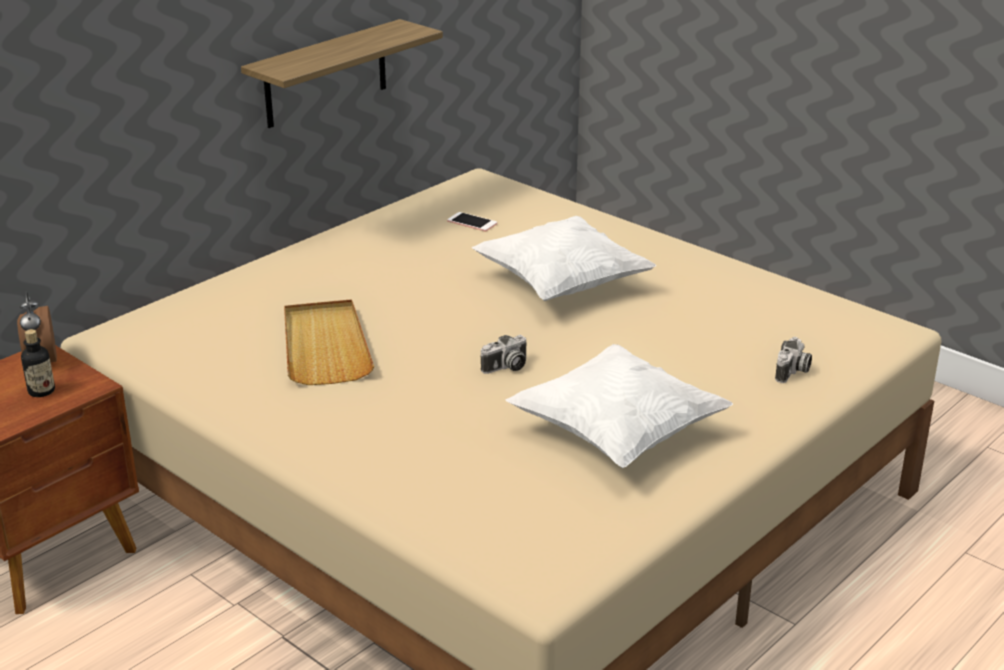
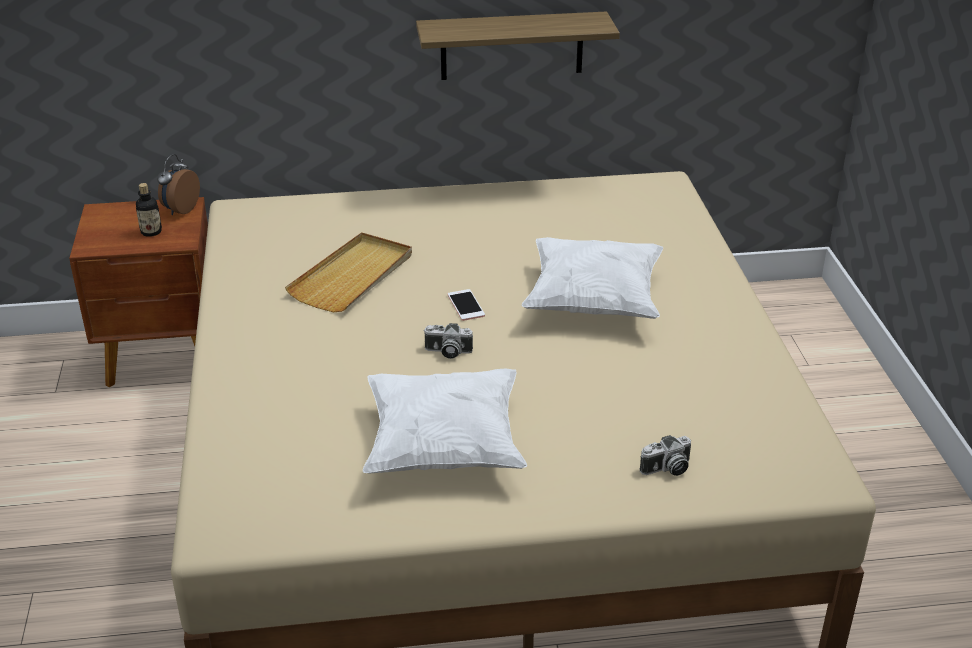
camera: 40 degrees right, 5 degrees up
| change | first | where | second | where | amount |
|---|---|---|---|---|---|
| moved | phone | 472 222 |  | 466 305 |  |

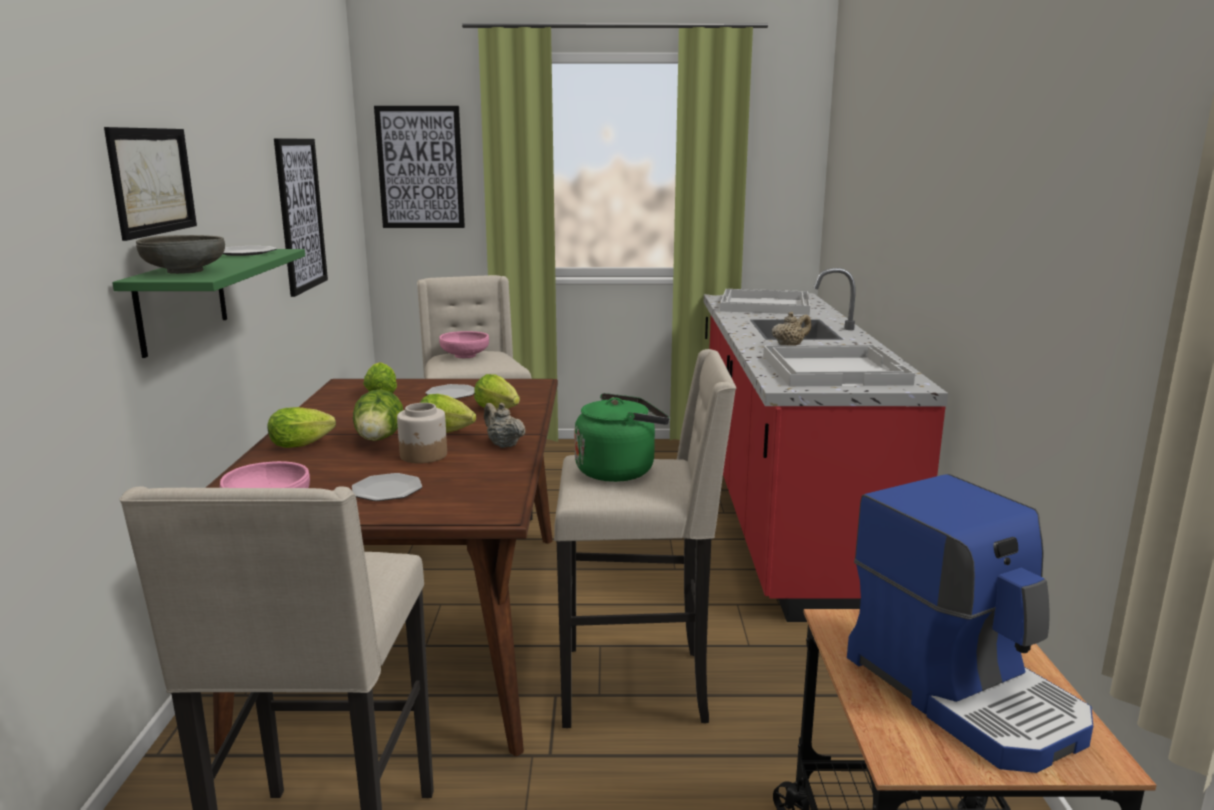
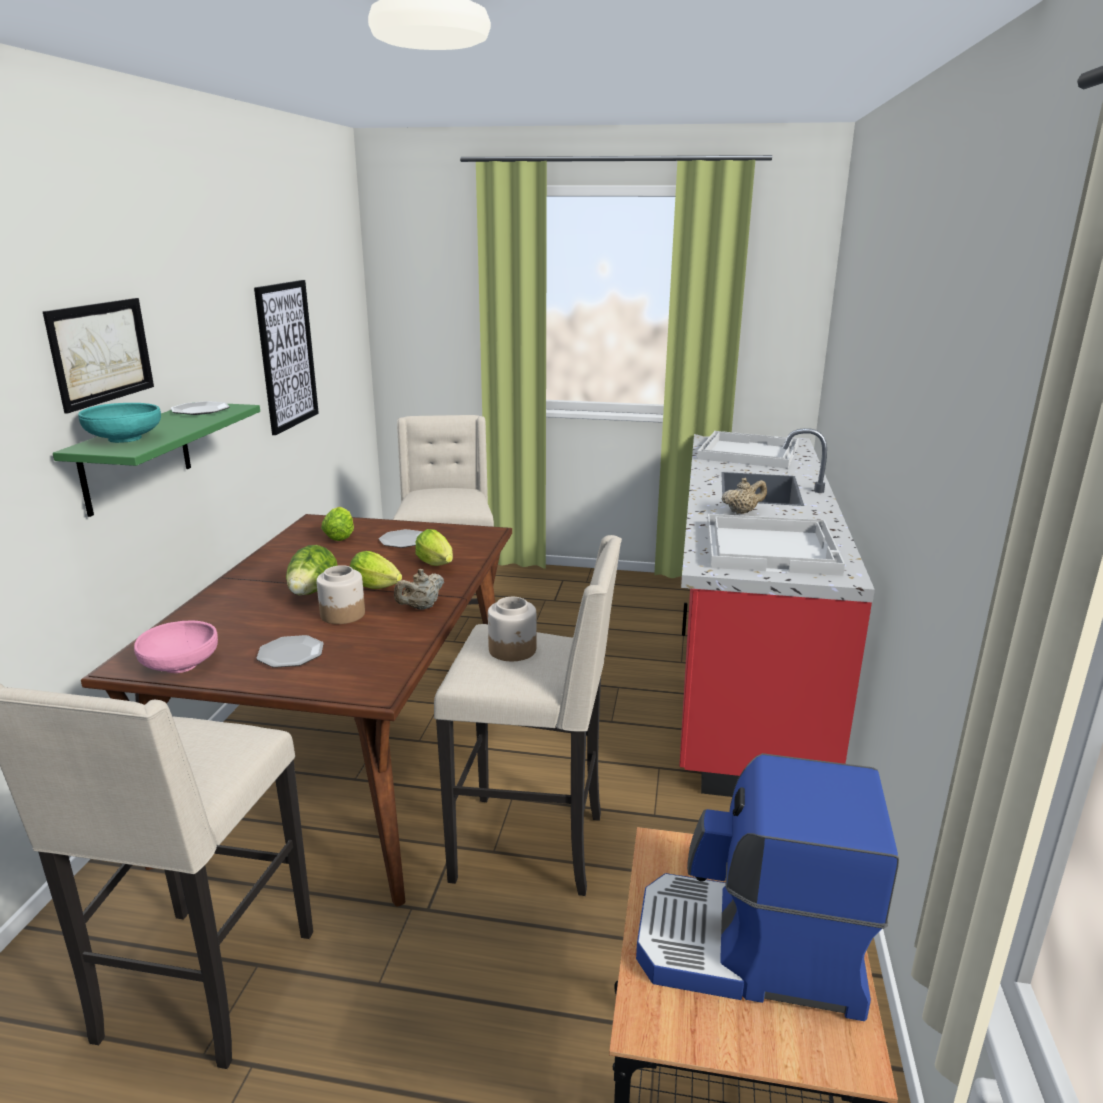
camera: 10 degrees right, 5 degrees up
| change | first | where | second | where | amount |
|---|---|---|---|---|---|
| removed | lettuce | 304 444 |  |  |  |
| removed | picture | 420 167 |  |  |  |
| removed | bowl in pink | 465 356 |  |  |  |
| replaced | kettle in green | 619 470 | jar | 513 650 |  |
| recoloured | bowl in grey | 184 271 | bowl in turquoise | 124 439 |  |
| turned | teapot in beige | 503 444 |  | 421 607 | 105 degrees counterclockwise |
| turned | coffee machine | 965 692 |  | 750 952 | 120 degrees clockwise |

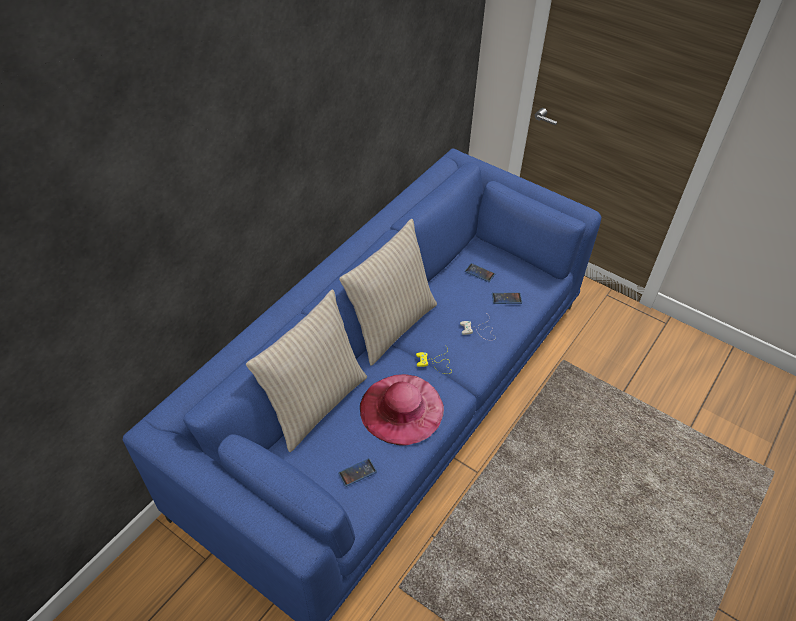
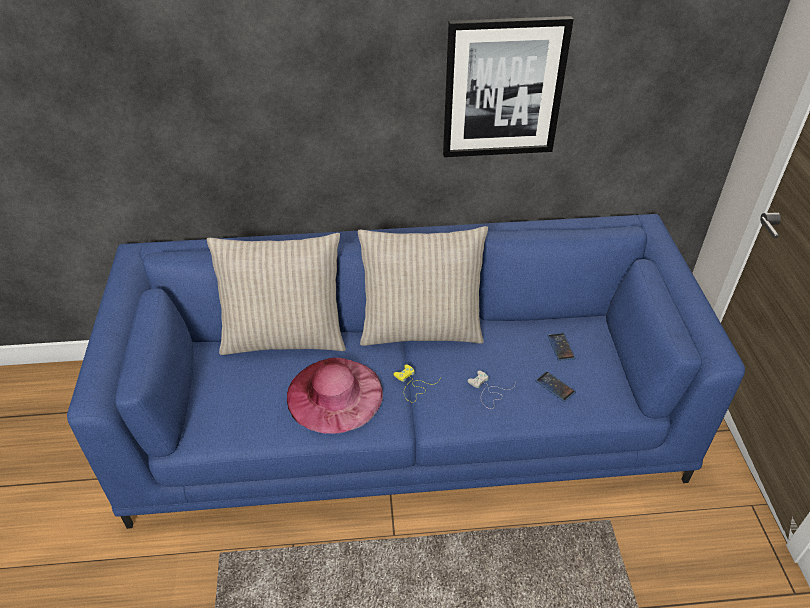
camera: 50 degrees right, 5 degrees down
| change | first | where | second | where | amount |
|---|---|---|---|---|---|
| removed | phone | 357 472 |  |  |  |
| added |  |  | picture | 503 89 |  |

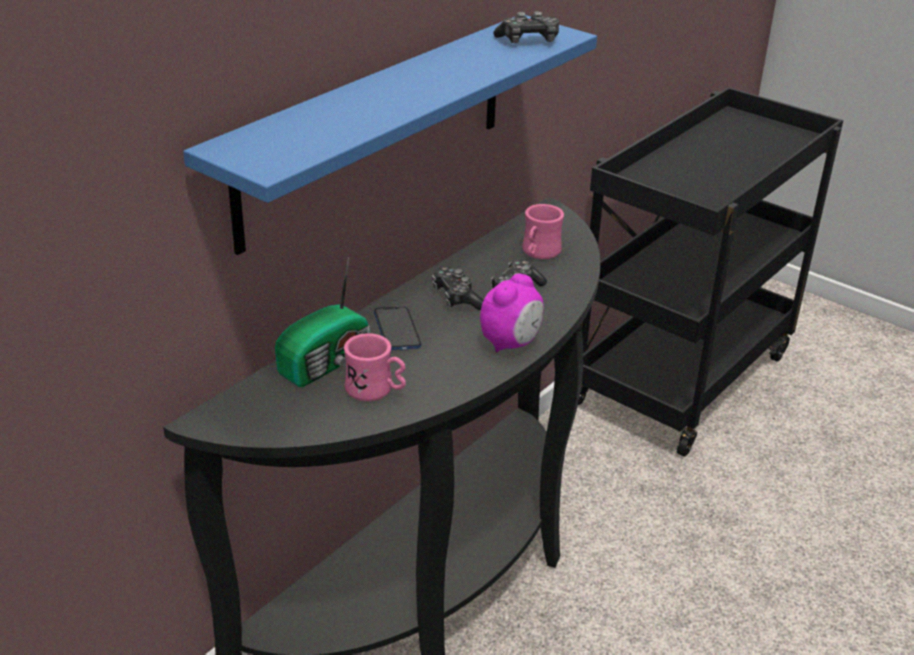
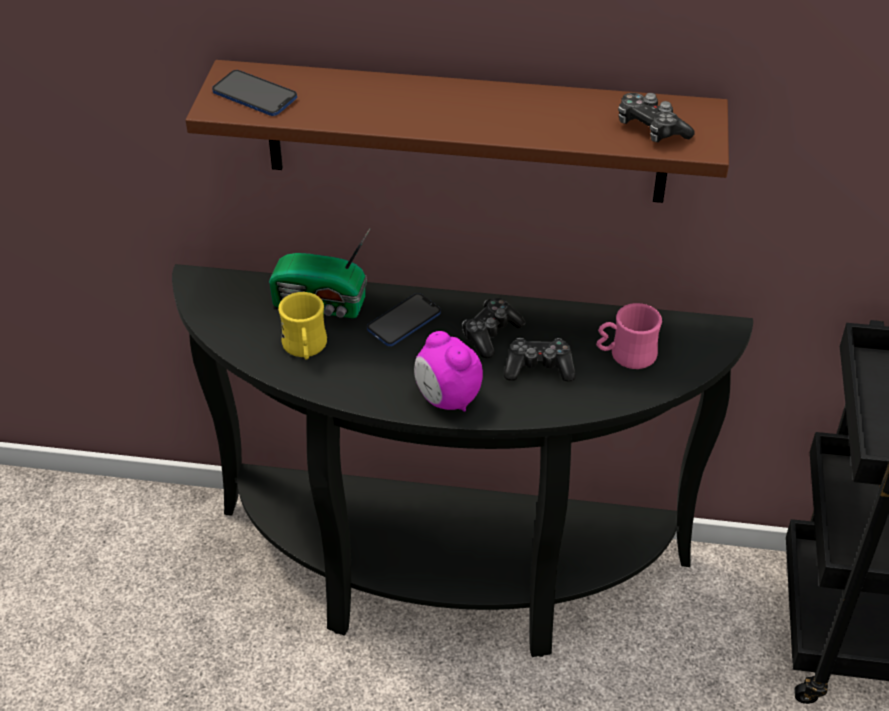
camera: 60 degrees right, 10 degrees up
| change | first | where | second | where | amount |
|---|---|---|---|---|---|
| added |  |  | phone | 254 95 |  |
| recoloured | shelf in blue | 376 129 | shelf in brown | 465 132 |  |
| recoloured | mug in pink | 376 391 | mug in yellow | 305 349 |  |
| turned | alarm clock | 511 343 |  | 447 399 | 45 degrees clockwise |

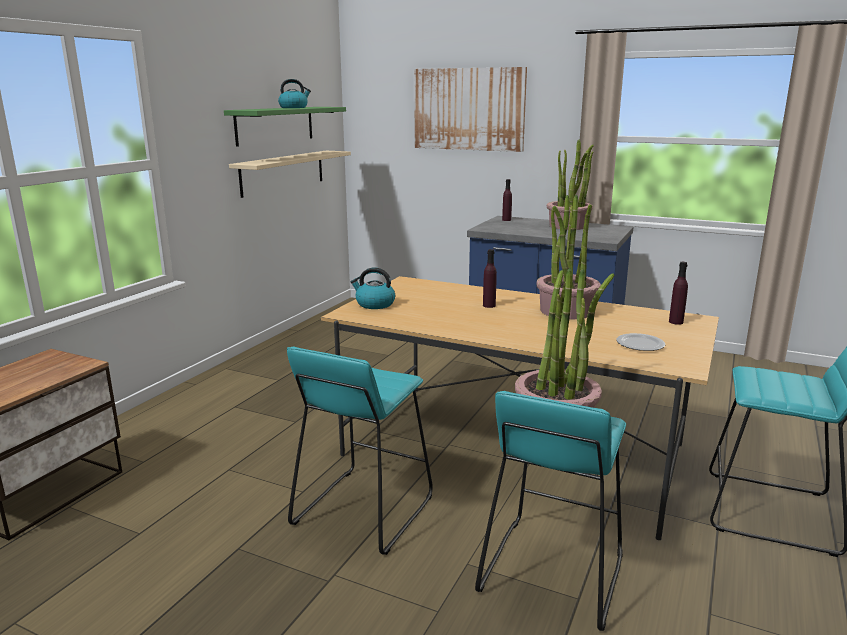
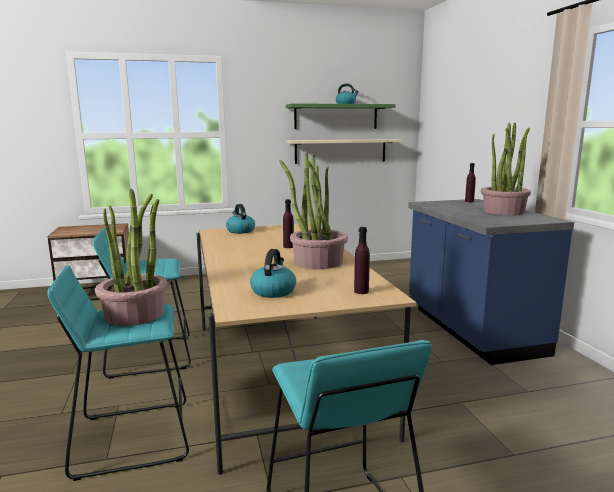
camera: 50 degrees right, 5 degrees down
| change | first | where | second | where | amount |
|---|---|---|---|---|---|
| removed | picture | 468 109 |  |  |  |
| replaced | plate | 640 344 | kettle | 273 291 |  |

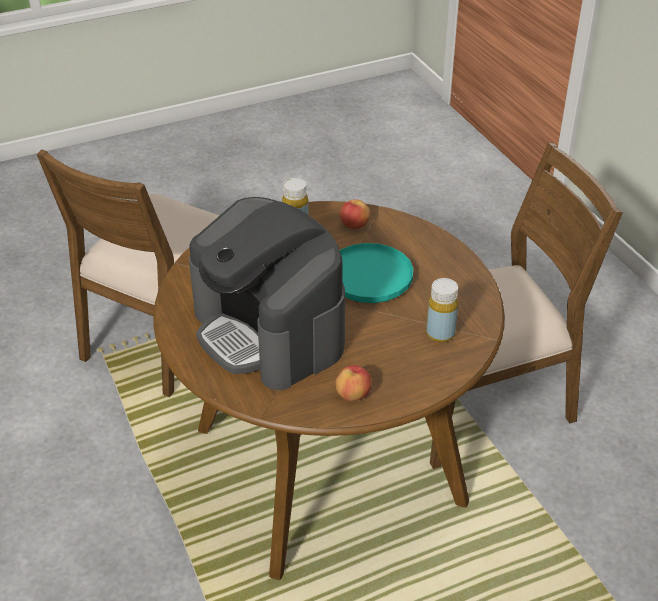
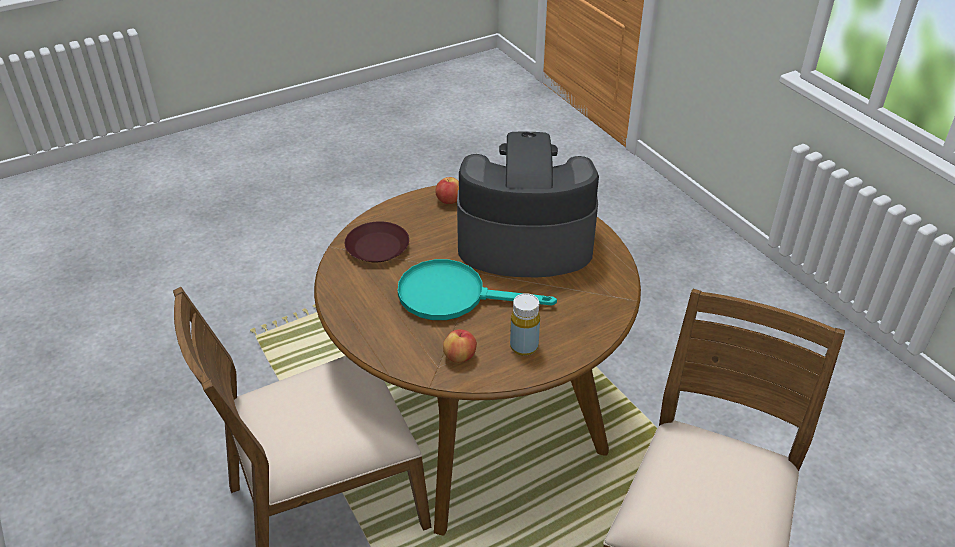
camera: 175 degrees right, 0 degrees up
| change | first | where | second | where | amount |
|---|---|---|---|---|---|
| replaced | bottle in yellow | 440 333 | plate in brown | 377 248 |  |
| turned | coffee machine | 270 332 |  | 524 241 | 45 degrees counterclockwise |

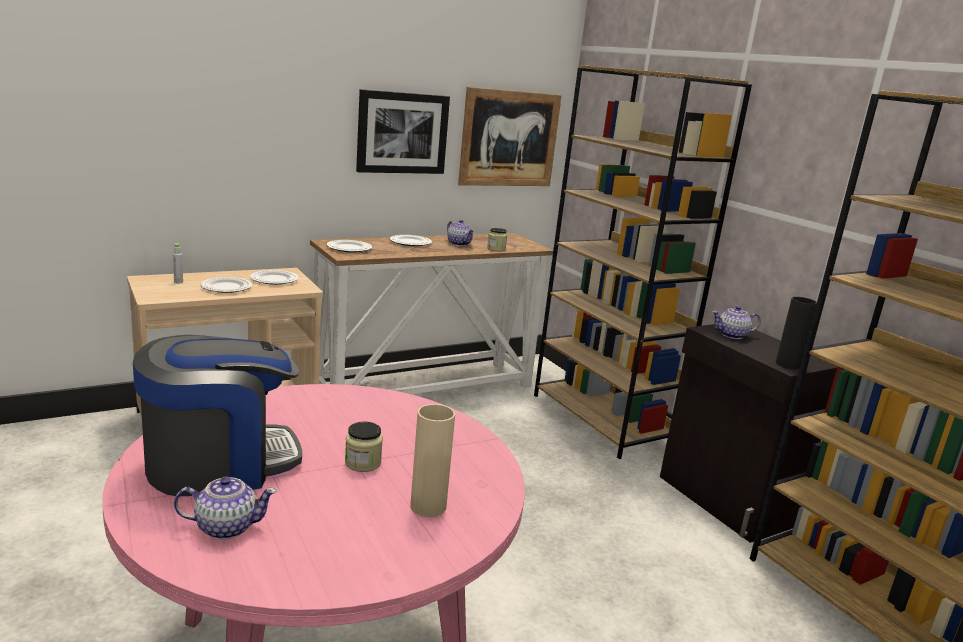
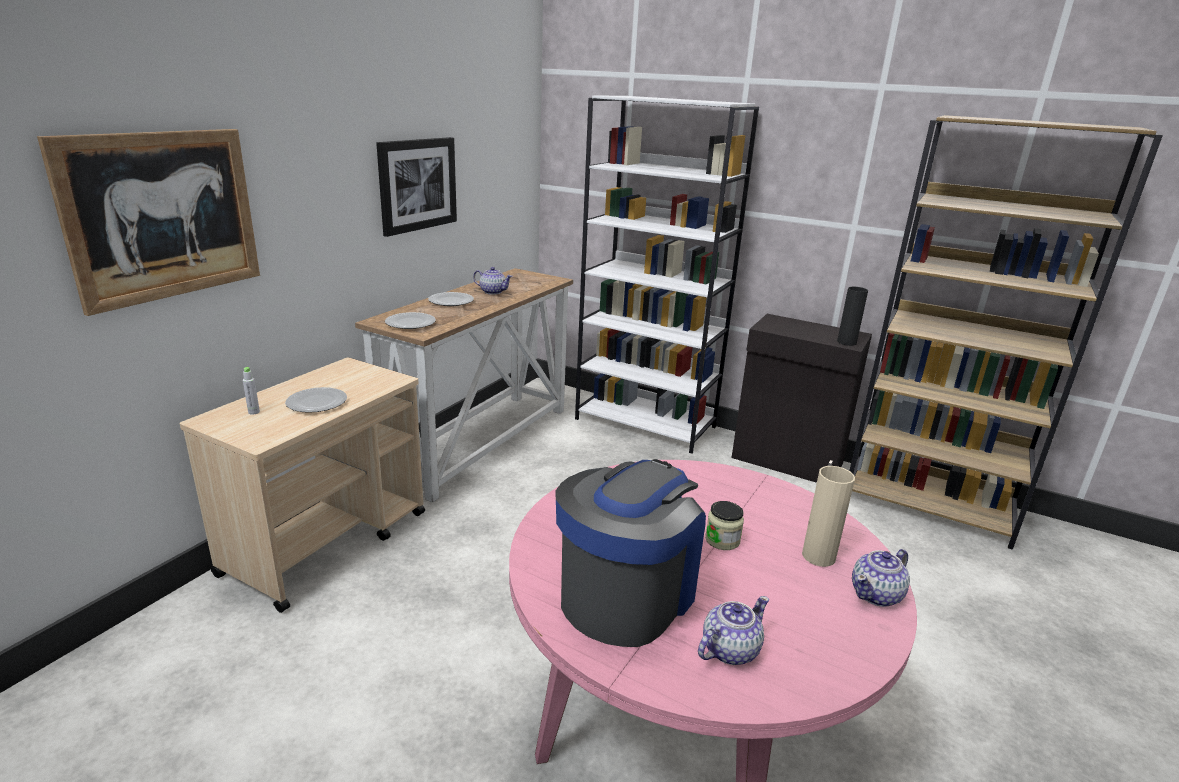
camera: 30 degrees left, 5 degrees up
| change | first | where | second | where | amount |
|---|---|---|---|---|---|
| removed | plate | 275 279 |  |  |  |
| removed | jar | 496 249 |  |  |  |
| moved | picture | 509 139 |  | 163 216 |  |
| moved | teapot | 732 335 |  | 877 594 |  |
| recoloured | bookcase in brown | 602 419 | bookcase in white | 646 423 |  |

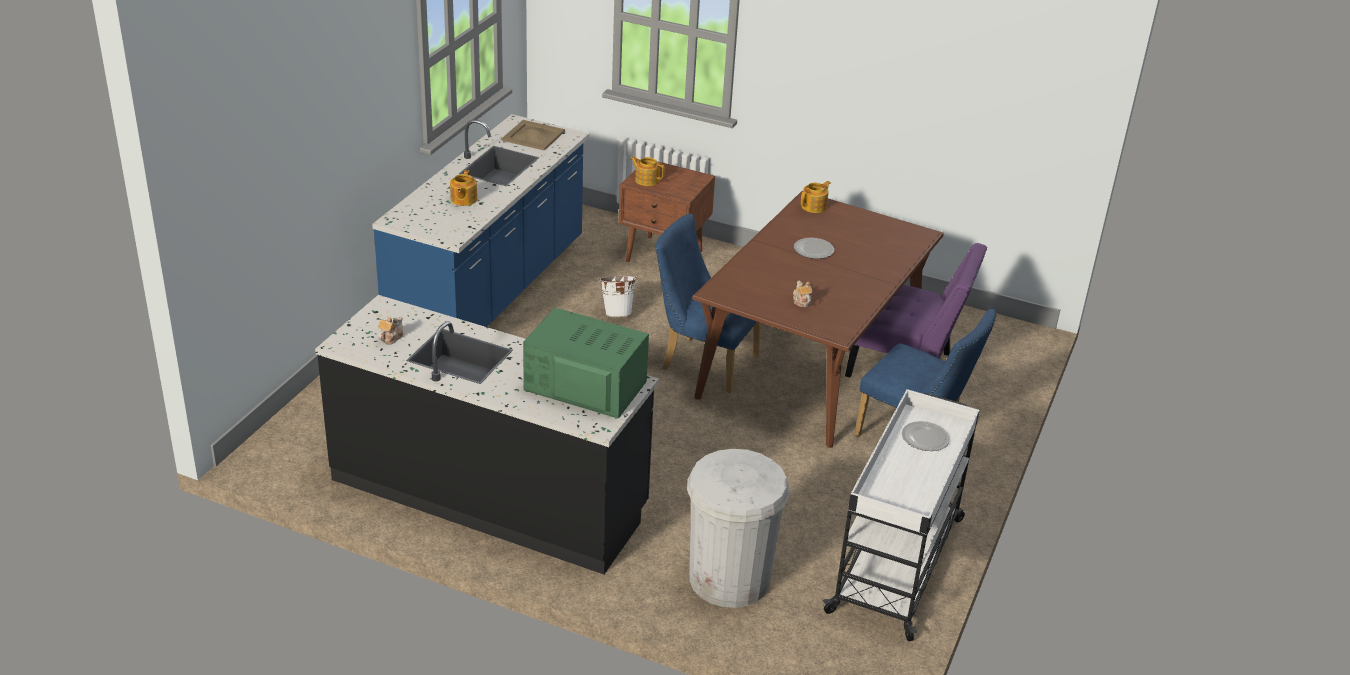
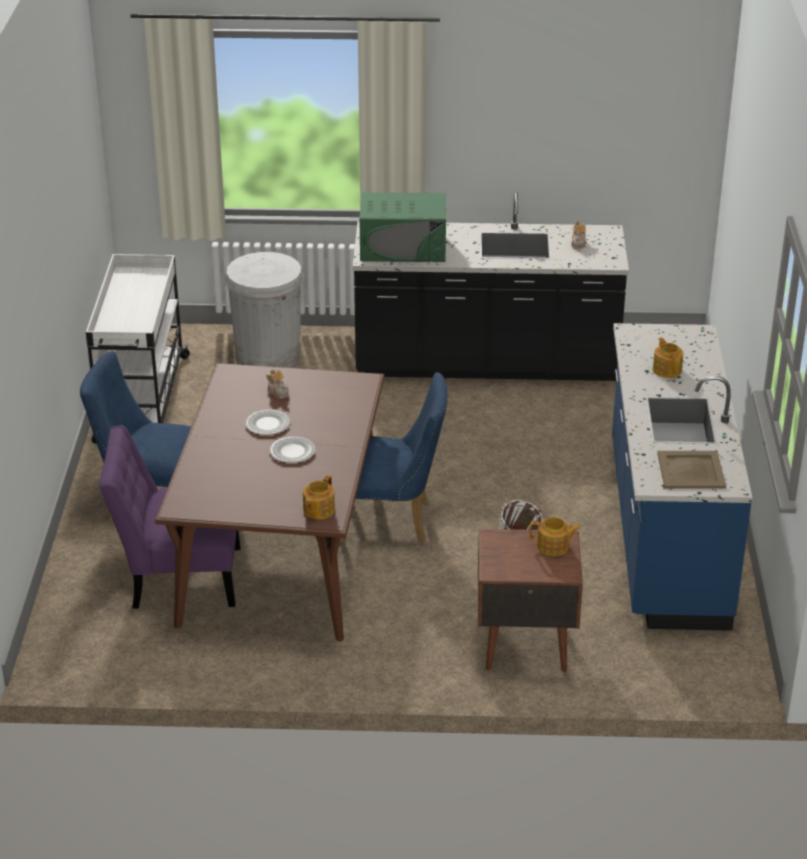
camera: 160 degrees right, 0 degrees up
| change | first | where | second | where | amount |
|---|---|---|---|---|---|
| moved | plate | 925 438 |  | 267 424 |  |

